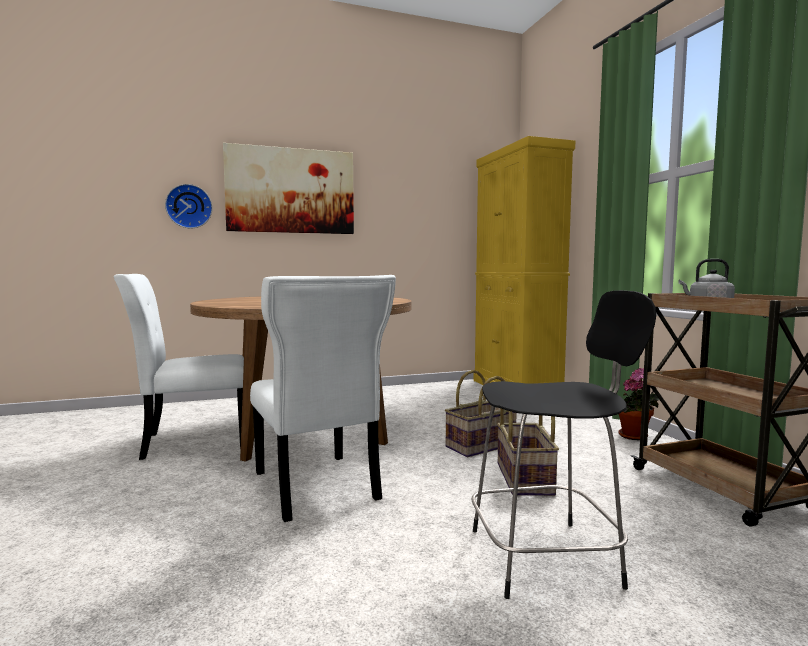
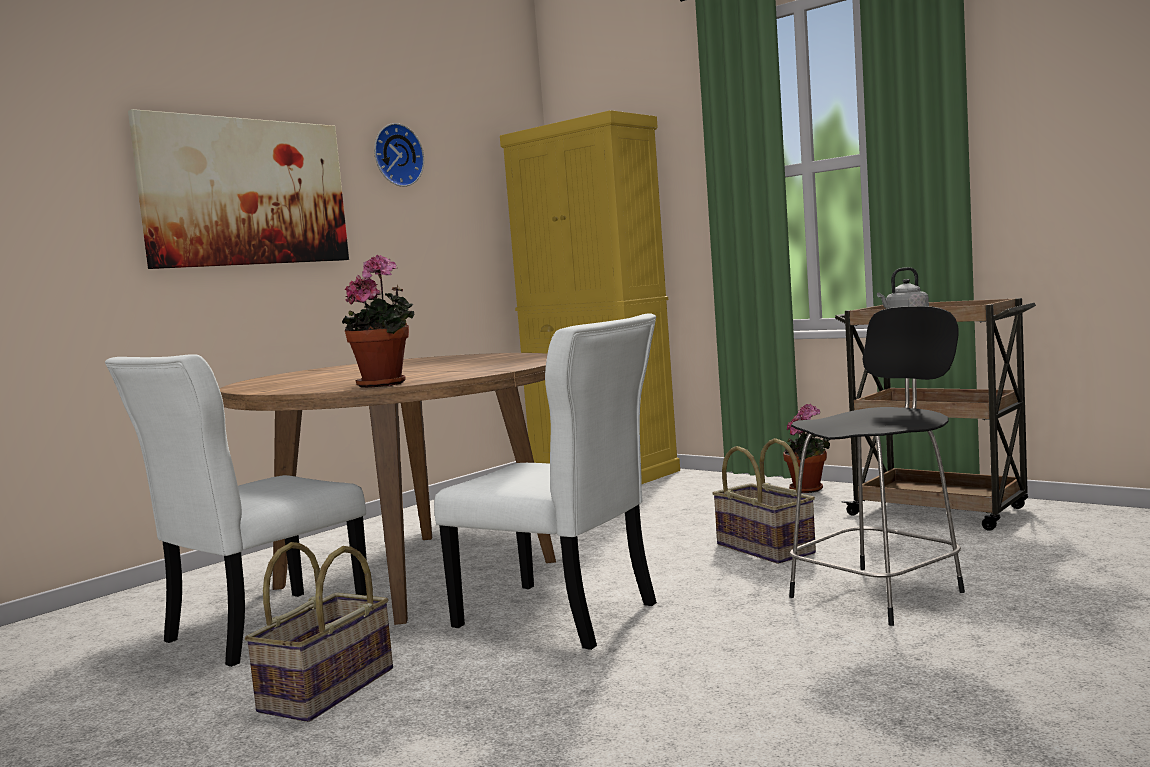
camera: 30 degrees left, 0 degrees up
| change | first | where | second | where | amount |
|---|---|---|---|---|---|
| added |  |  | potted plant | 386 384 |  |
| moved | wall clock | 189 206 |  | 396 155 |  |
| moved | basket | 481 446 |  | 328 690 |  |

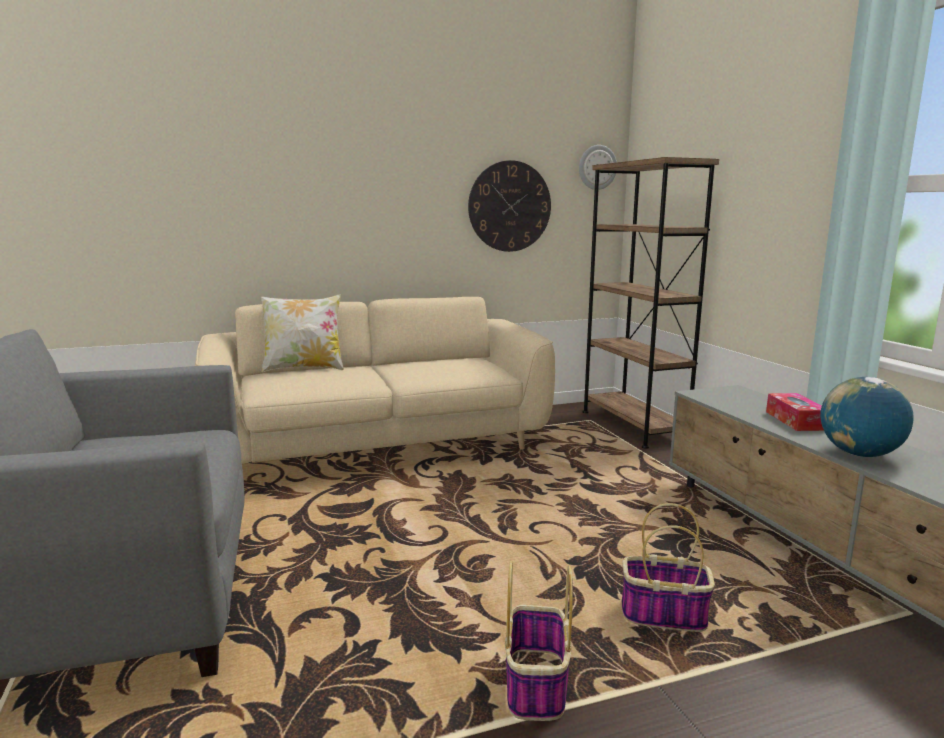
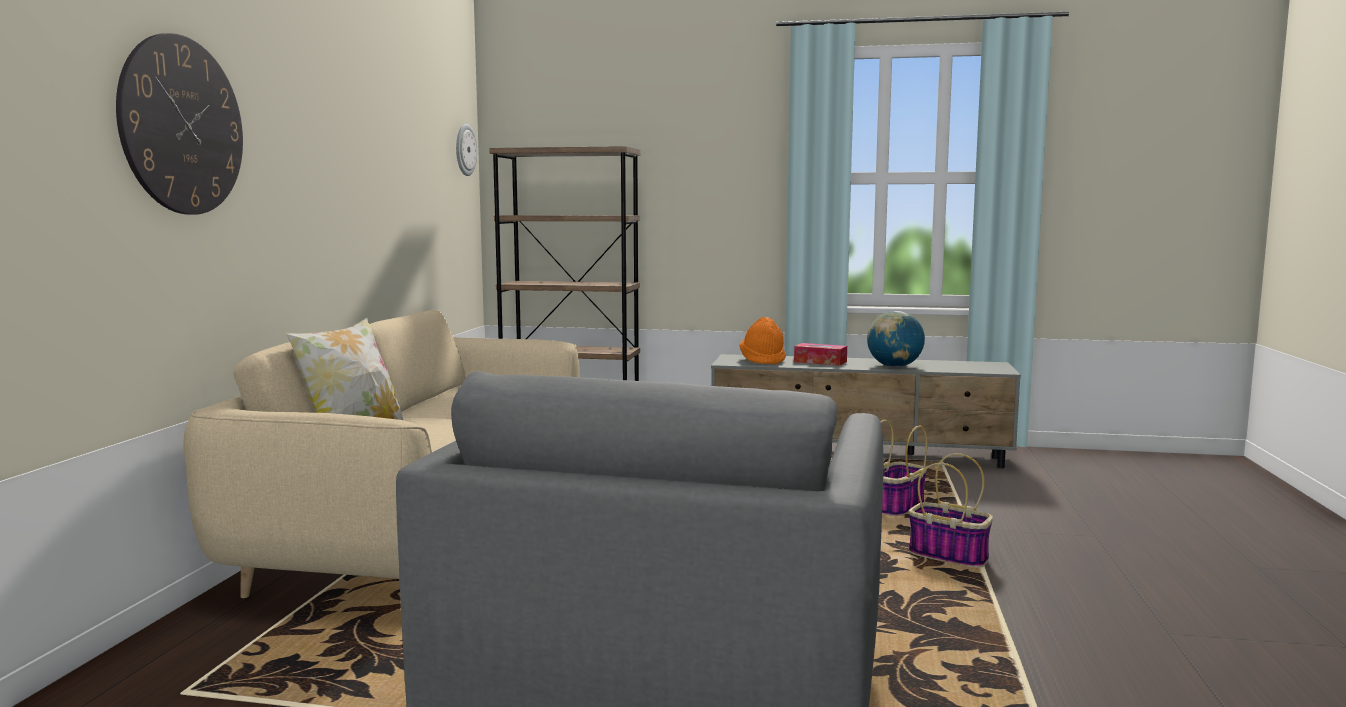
camera: 60 degrees left, 5 degrees down
| change | first | where | second | where | amount |
|---|---|---|---|---|---|
| added |  |  | hat in orange | 763 360 |  |
| moved | wall clock | 509 206 |  | 182 125 |  |

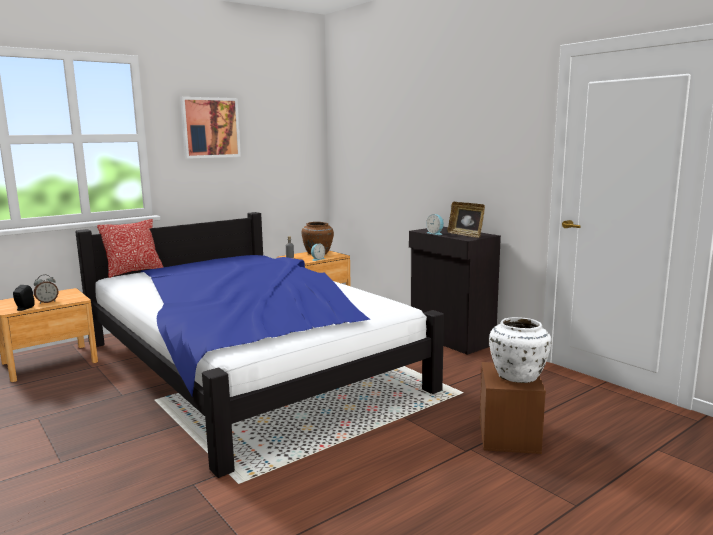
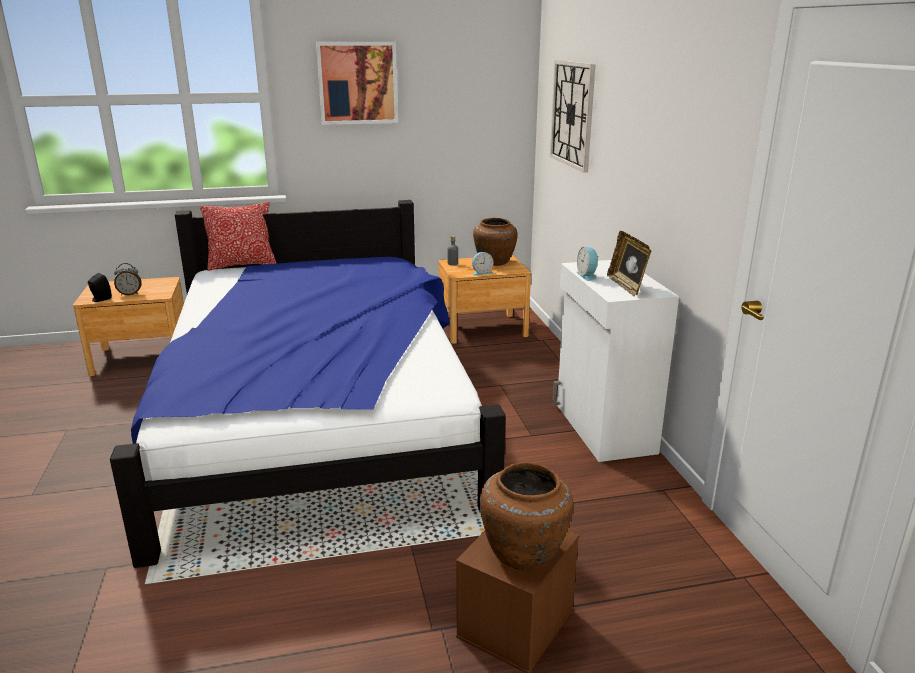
camera: 25 degrees right, 10 degrees up
| change | first | where | second | where | amount |
|---|---|---|---|---|---|
| added |  |  | wall clock | 572 114 |  |
| recoloured | cabinet in black | 451 339 | cabinet in white | 603 428 |  |
| recoloured | vase in white | 518 377 | vase in brown | 525 552 |  |

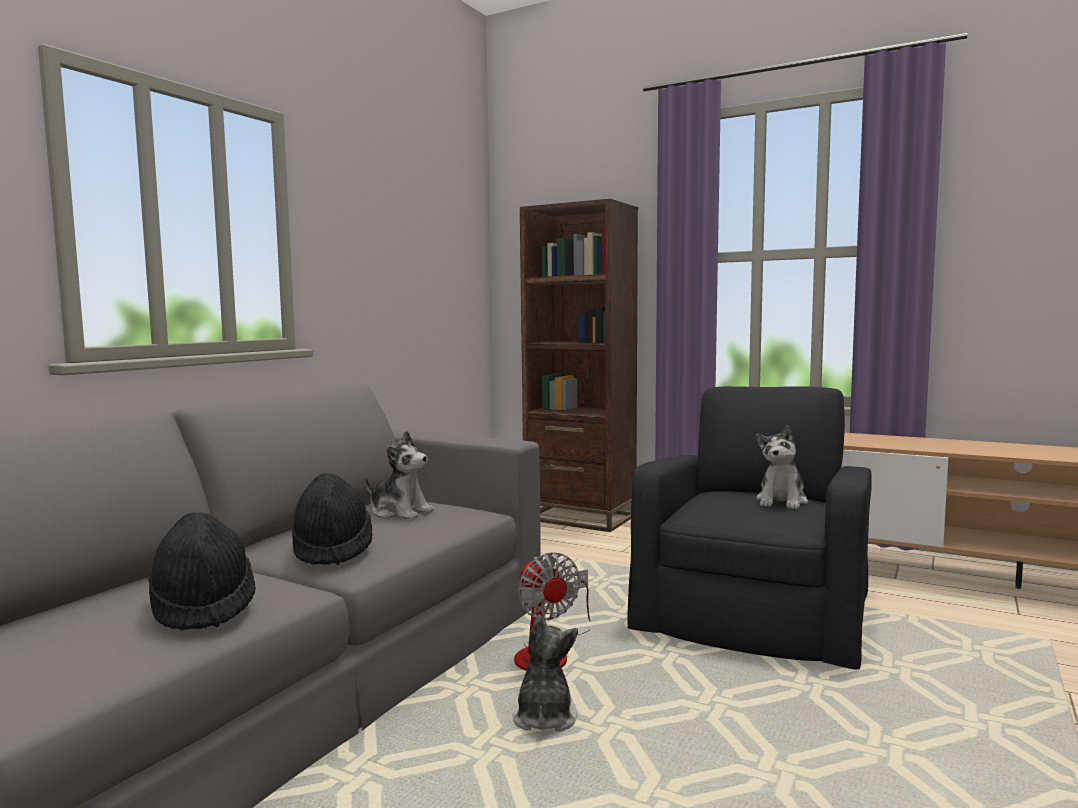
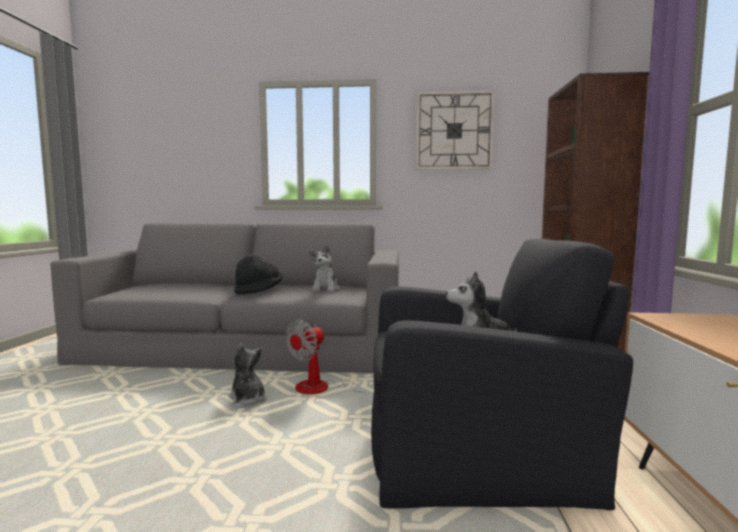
camera: 65 degrees right, 0 degrees up
| change | first | where | second | where | amount |
|---|---|---|---|---|---|
| removed | hat in black | 203 607 |  |  |  |
| added |  |  | wall clock | 454 131 |  |
| turned | plush toy | 544 717 |  | 247 401 | 105 degrees counterclockwise |

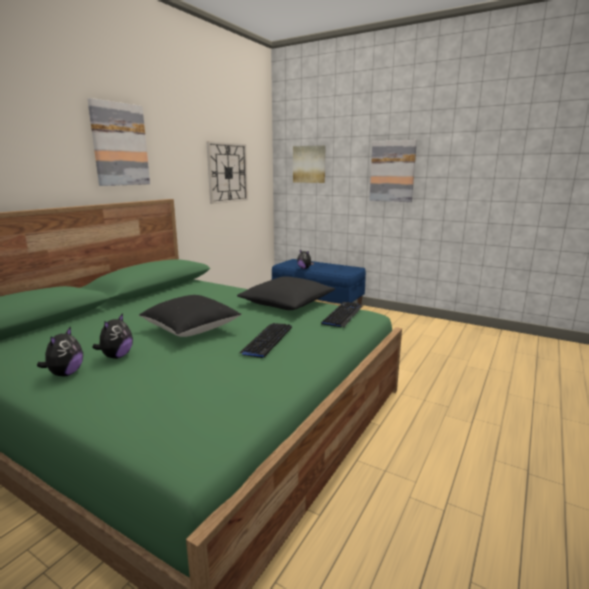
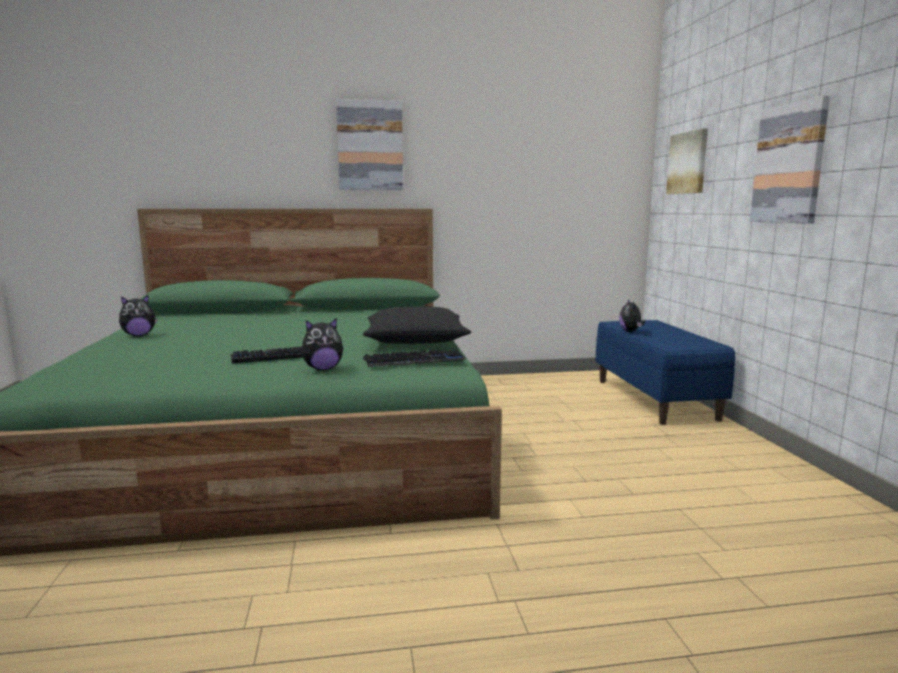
camera: 50 degrees right, 5 degrees down
| change | first | where | second | where | amount |
|---|---|---|---|---|---|
| removed | pillow in black | 191 329 |  |  |  |
| removed | wall clock | 227 173 |  |  |  |
| moved | plush toy | 116 356 |  | 323 369 |  |

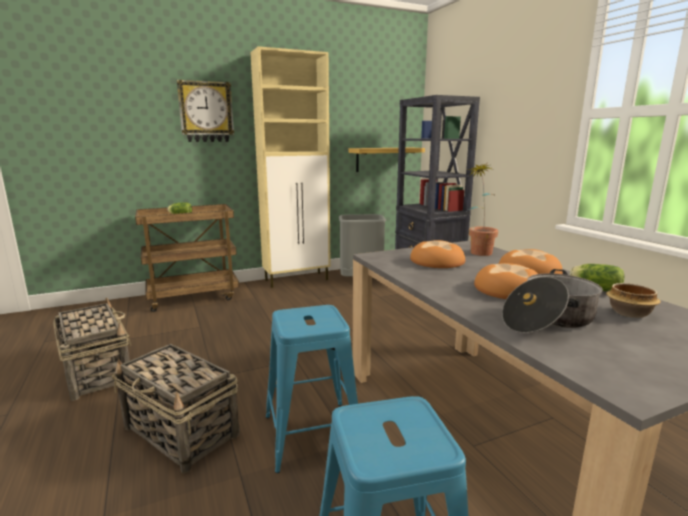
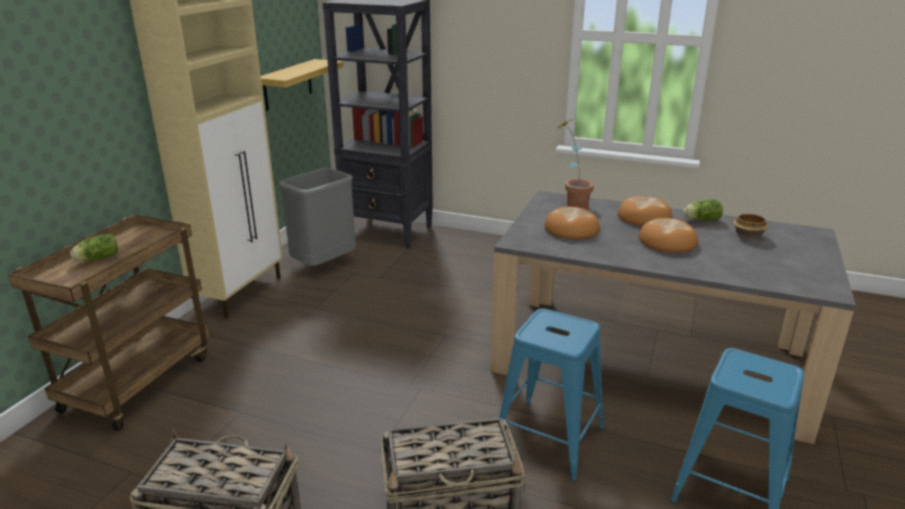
camera: 45 degrees left, 10 degrees up
| change | first | where | second | where | amount |
|---|---|---|---|---|---|
| removed | wall clock | 206 112 |  |  |  |
| removed | cooking pot | 548 320 |  |  |  |

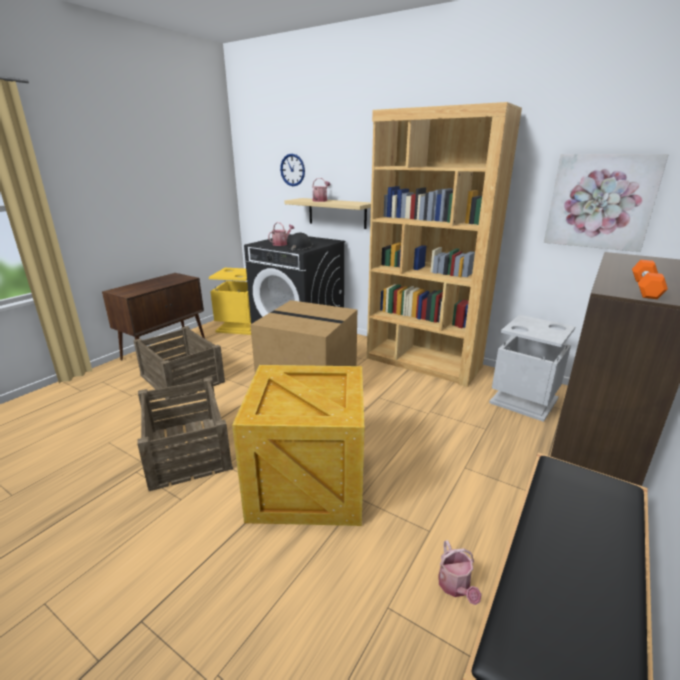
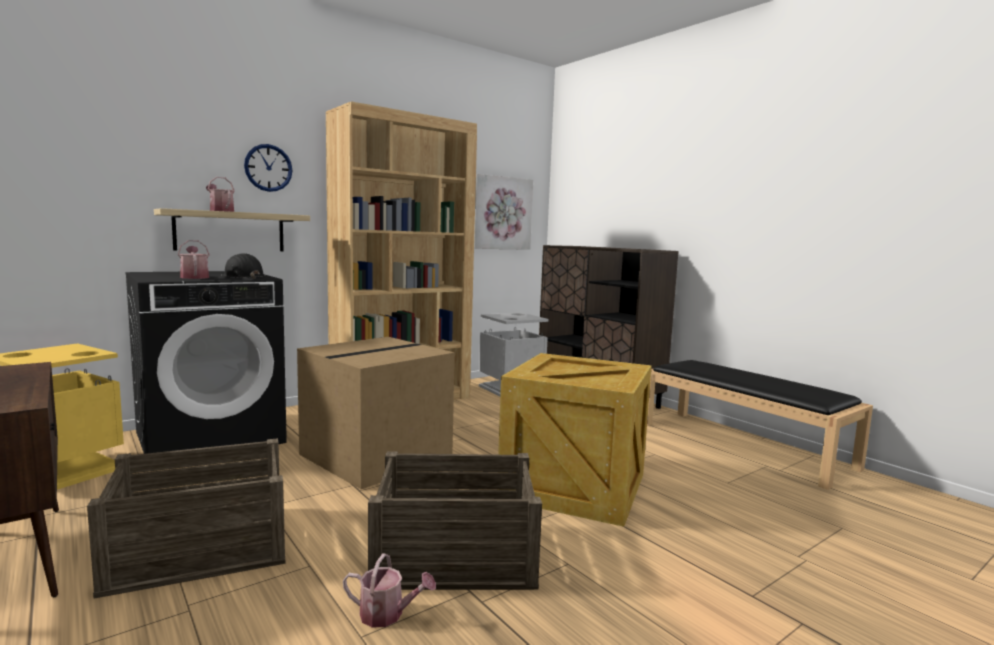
camera: 70 degrees left, 15 degrees down
| change | first | where | second | where | amount |
|---|---|---|---|---|---|
| removed | dumbbell in orange | 645 288 |  |  |  |
| moved | wall clock | 292 170 |  | 268 168 |  |
| moved | watering can | 455 587 |  | 387 614 |  |

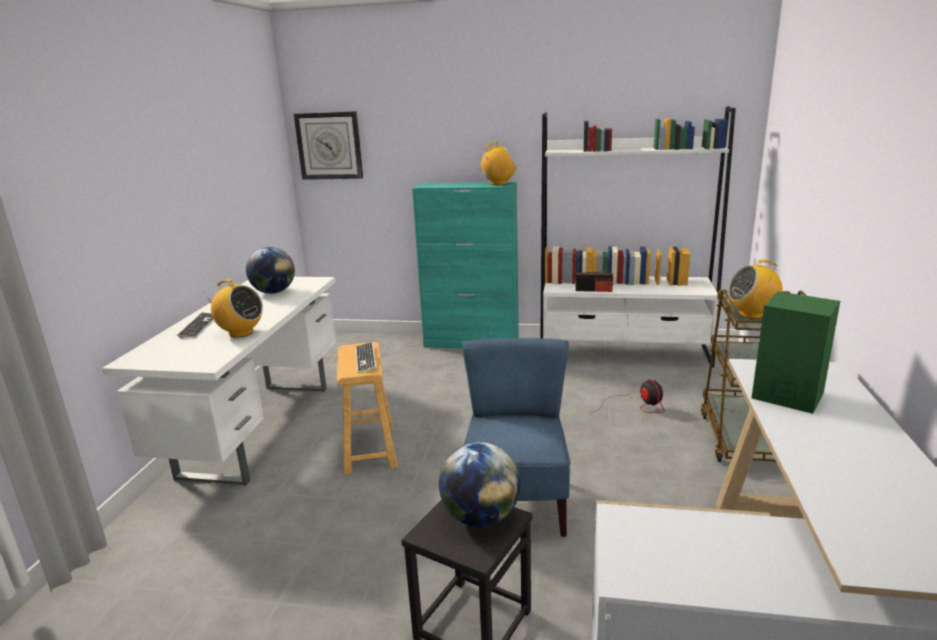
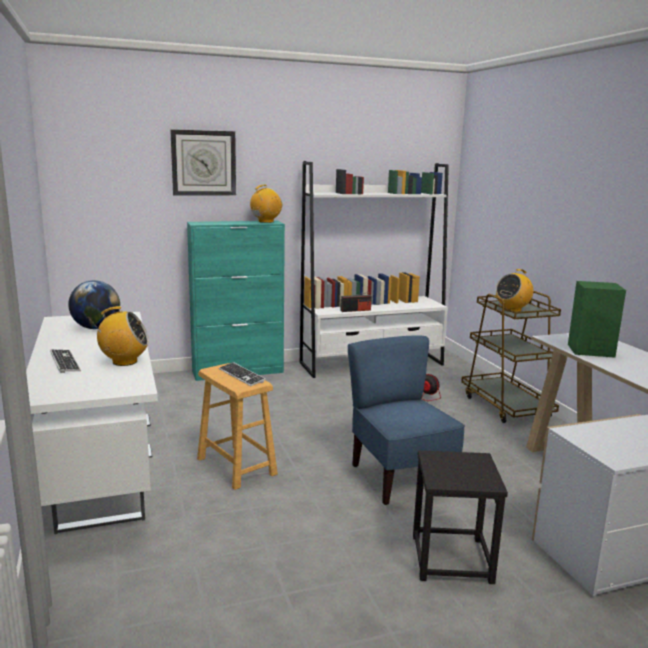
camera: 30 degrees left, 5 degrees down
| change | first | where | second | where | amount |
|---|---|---|---|---|---|
| removed | globe | 481 517 |  |  |  |
| moved | wall clock | 329 146 |  | 203 163 |  |

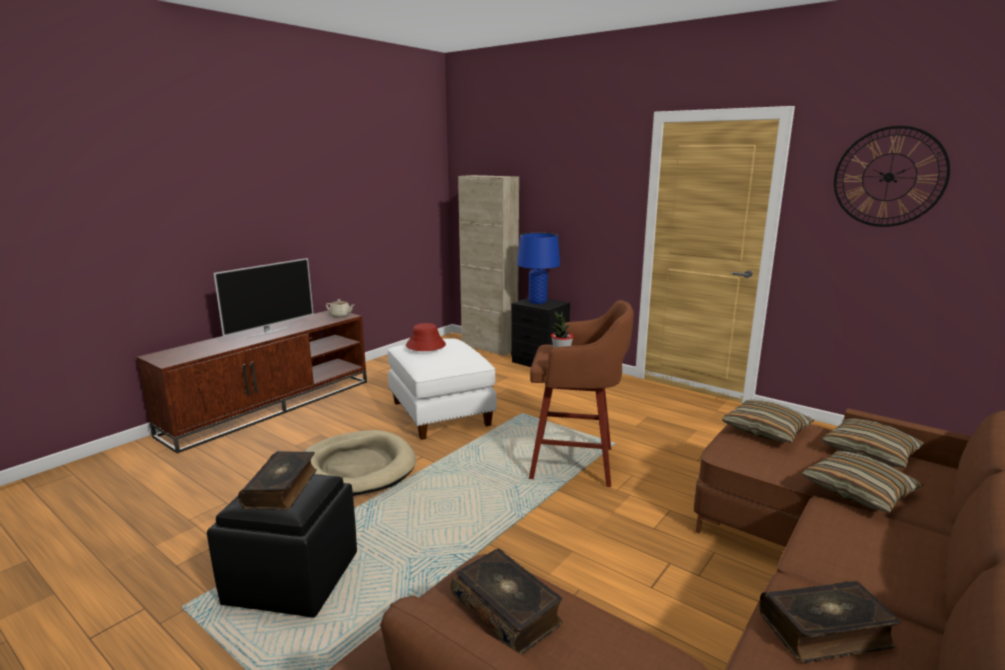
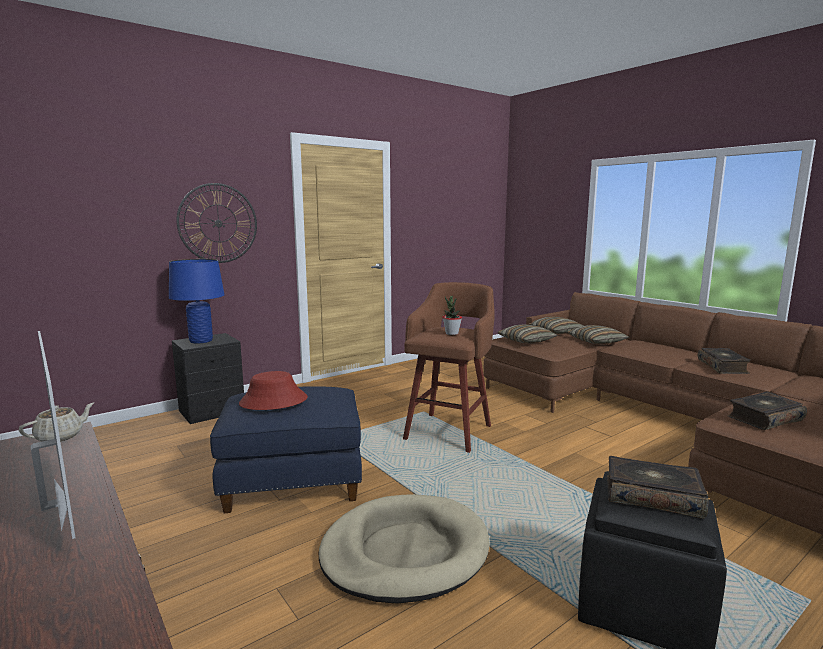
camera: 75 degrees left, 5 degrees down
| change | first | where | second | where | amount |
|---|---|---|---|---|---|
| removed | cabinet in beige | 489 347 |  |  |  |
| moved | wall clock | 889 177 |  | 218 223 |  |
| recoloured | ottoman in white | 441 413 | ottoman in blue | 294 481 |  |

